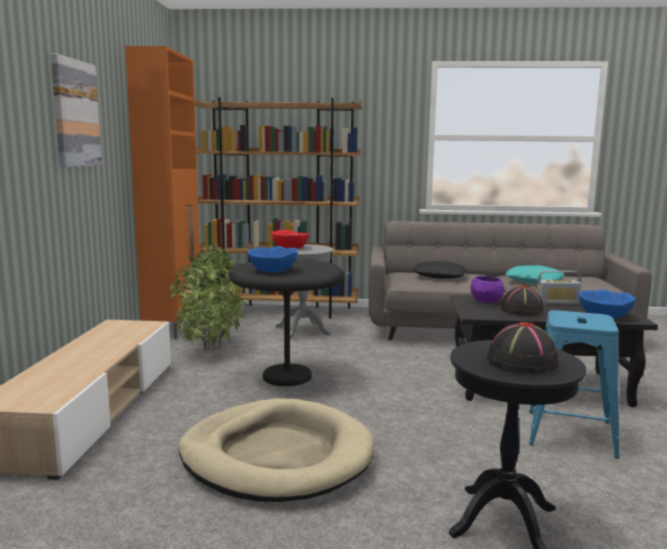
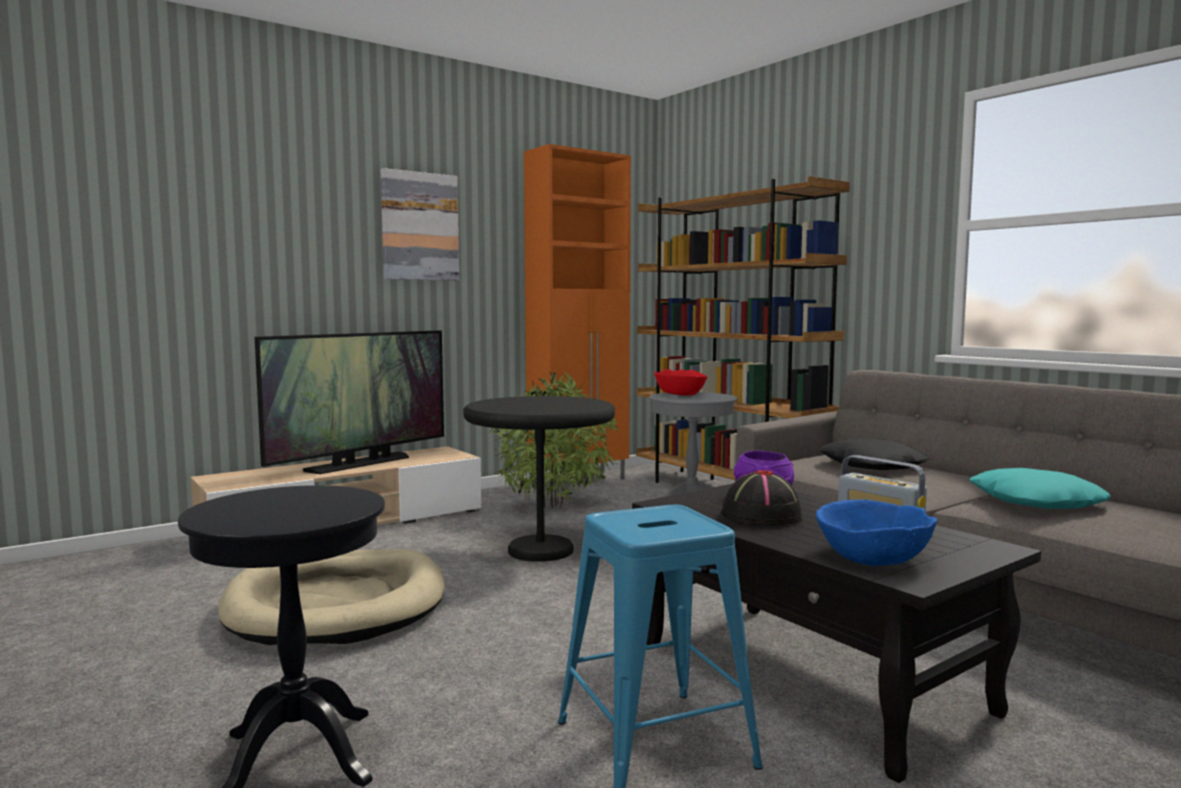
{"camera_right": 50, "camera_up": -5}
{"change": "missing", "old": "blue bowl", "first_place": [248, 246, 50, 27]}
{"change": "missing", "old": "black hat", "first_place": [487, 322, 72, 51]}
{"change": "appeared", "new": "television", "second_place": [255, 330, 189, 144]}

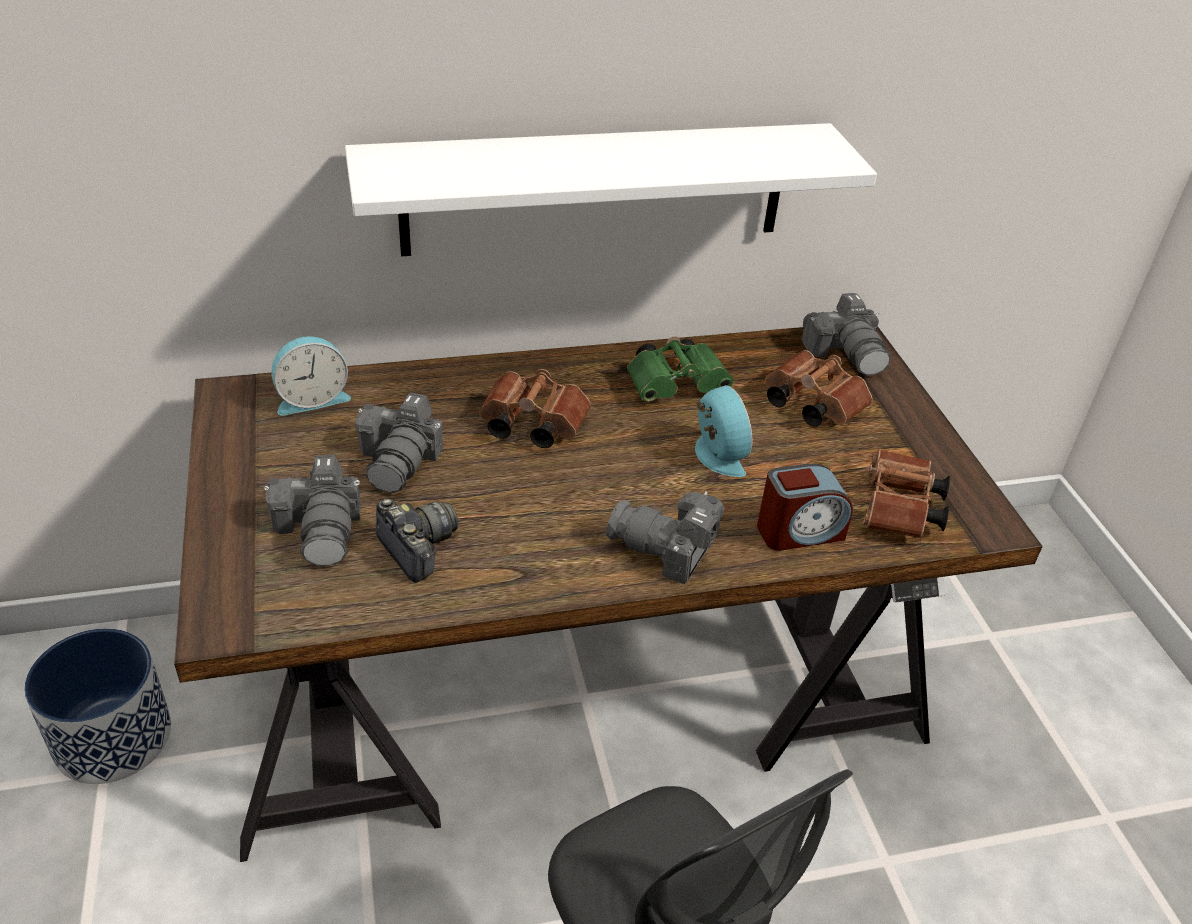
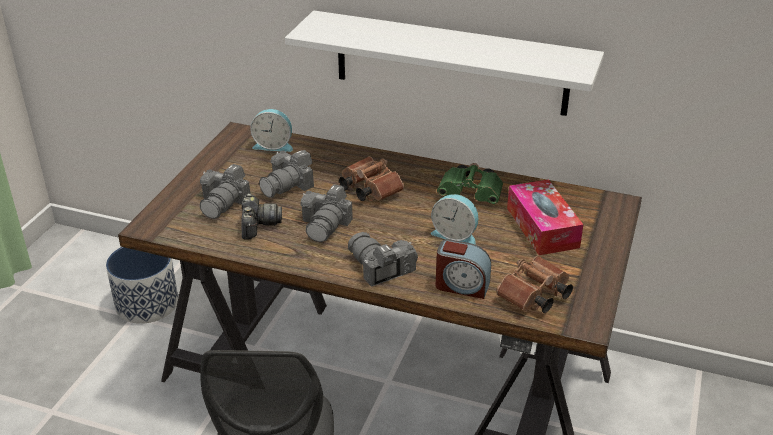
{"camera_right": 35, "camera_up": -5}
{"change": "spun", "old": "alarm clock", "first_place": [695, 385, 58, 92], "second_place": [431, 194, 47, 50], "degrees": 105}
{"change": "exchanged", "old": "brown binoculars", "new": "tissue box", "first_place": [765, 350, 107, 76], "second_place": [507, 179, 77, 76]}
{"change": "relocated", "old": "photo camera", "first_place": [802, 293, 89, 83], "second_place": [301, 184, 52, 58]}

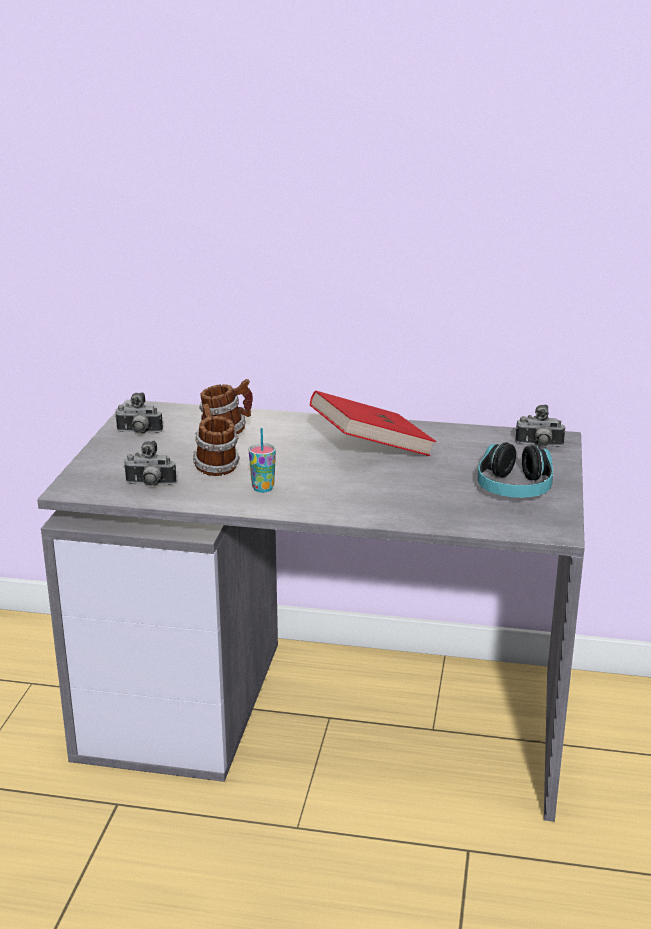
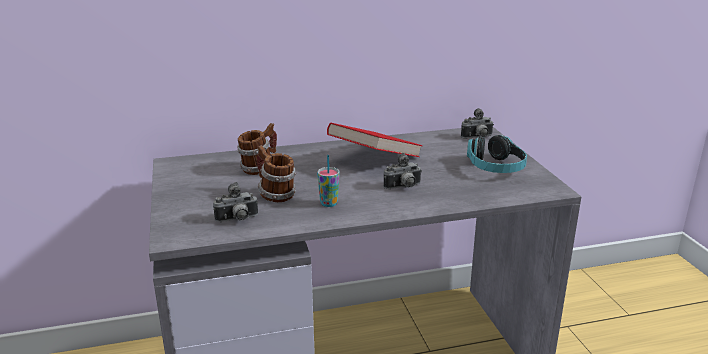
{"camera_right": -25, "camera_up": 0}
{"change": "relocated", "old": "photo camera", "first_place": [115, 392, 48, 42], "second_place": [383, 153, 38, 36]}

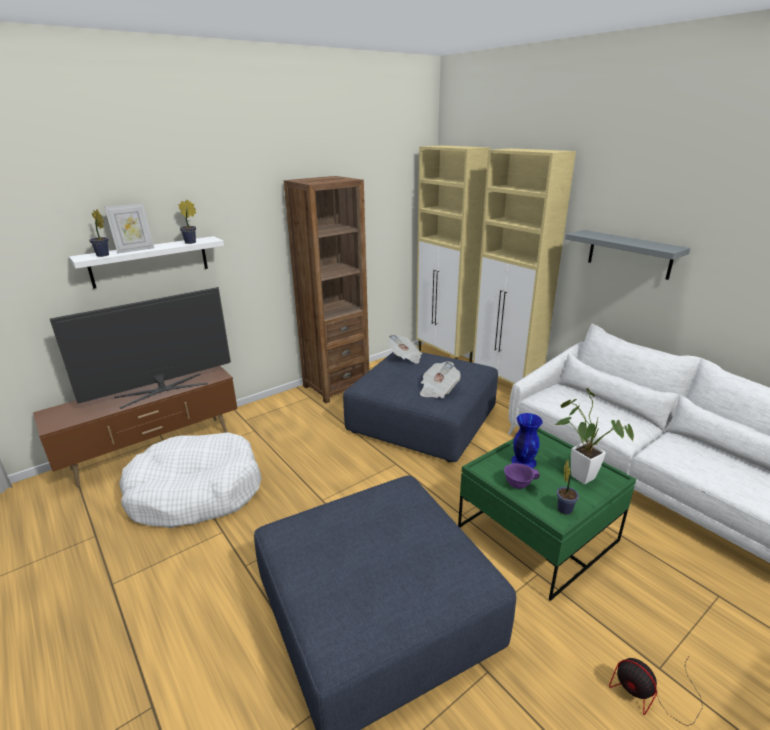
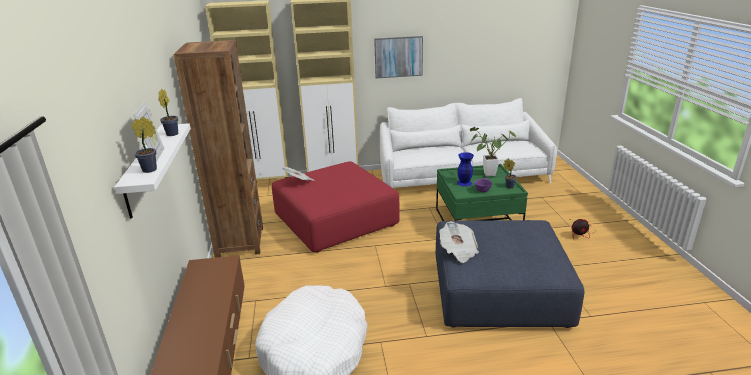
{"camera_right": -60, "camera_up": 0}
{"change": "missing", "old": "television", "first_place": [50, 287, 181, 122]}
{"change": "colour", "old": "blue ottoman", "new": "red ottoman", "first_place": [343, 352, 155, 110], "second_place": [272, 161, 128, 92]}
{"change": "relocated", "old": "newspaper", "first_place": [420, 361, 41, 37], "second_place": [439, 221, 40, 42]}
{"change": "exchanged", "old": "grey shelf", "new": "picture", "first_place": [565, 230, 126, 50], "second_place": [374, 36, 49, 42]}

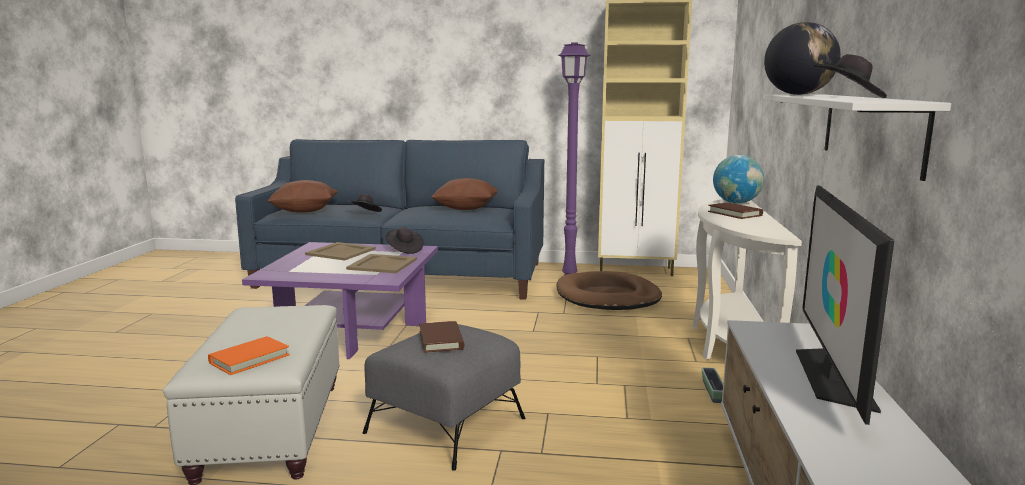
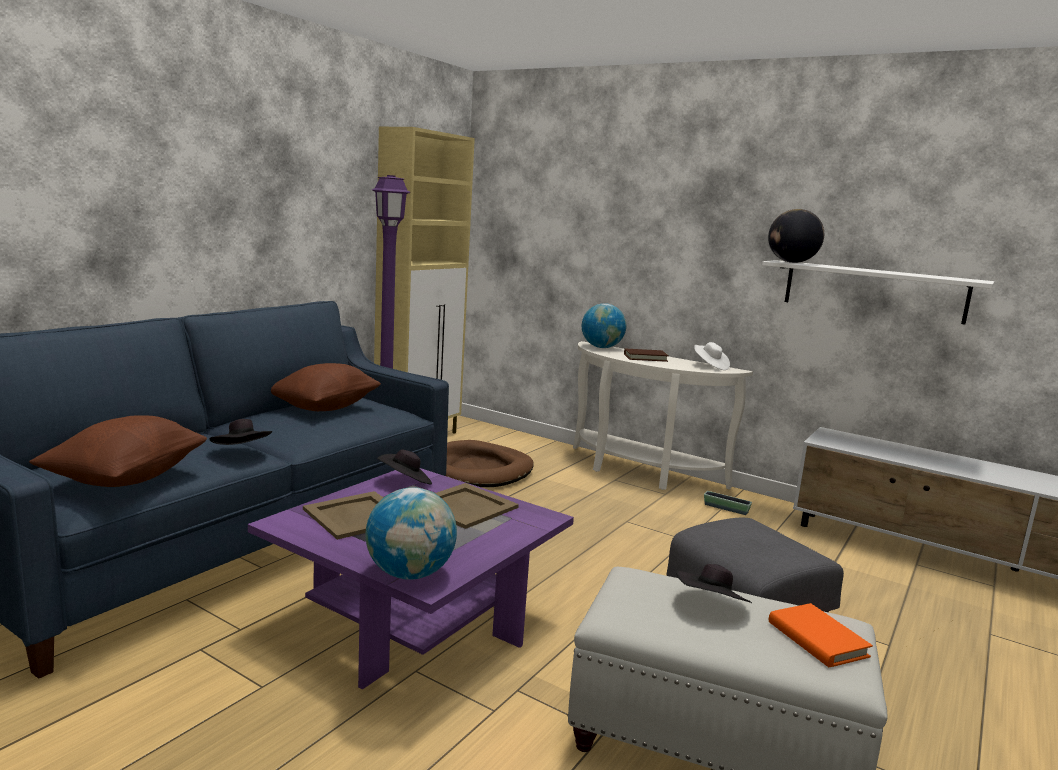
{"camera_right": -65, "camera_up": 0}
{"change": "missing", "old": "brown book", "first_place": [419, 321, 45, 32]}
{"change": "missing", "old": "television", "first_place": [796, 185, 99, 240]}
{"change": "relocated", "old": "black hat", "first_place": [814, 54, 73, 44], "second_place": [676, 564, 76, 39]}
{"change": "appeared", "new": "globe", "second_place": [365, 487, 92, 93]}
{"change": "appeared", "new": "white hat", "second_place": [694, 342, 36, 28]}

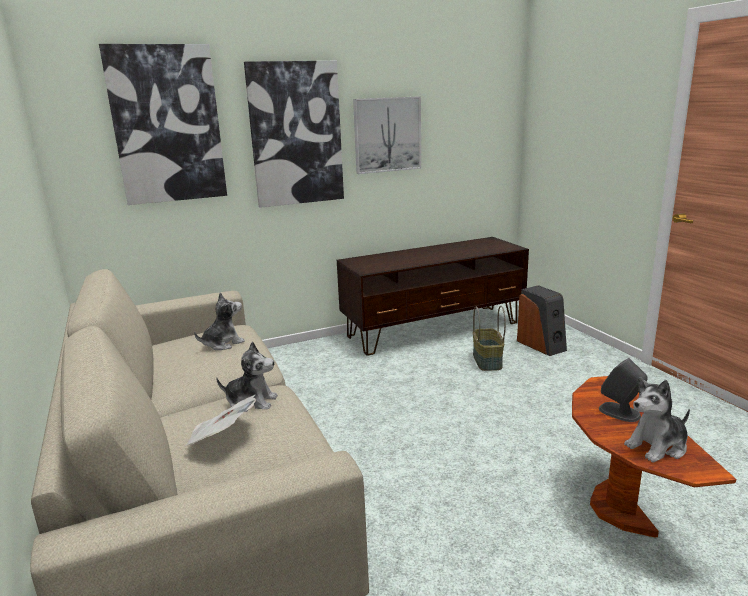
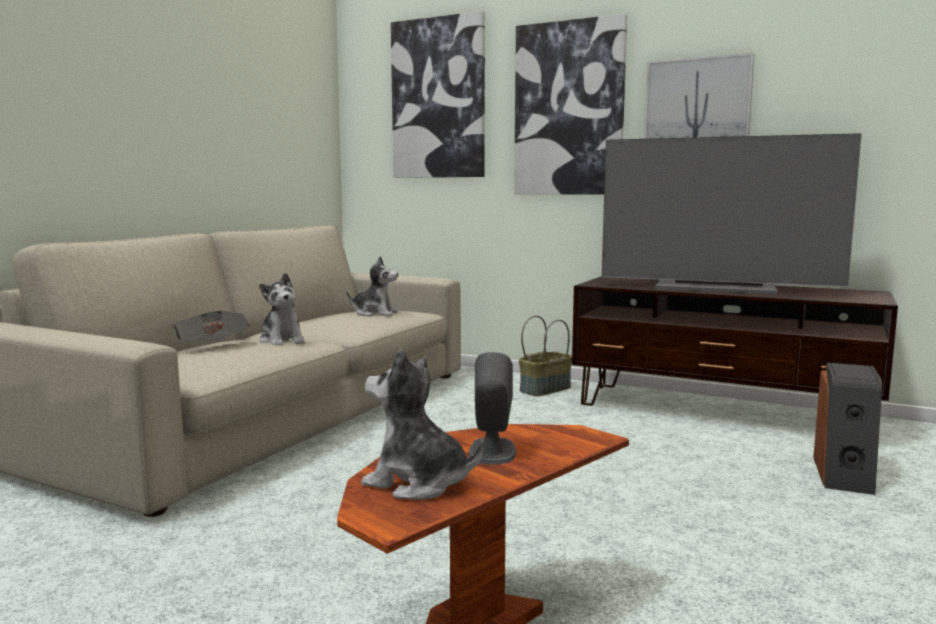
{"camera_right": 50, "camera_up": -10}
{"change": "relocated", "old": "basket", "first_place": [473, 305, 33, 66], "second_place": [519, 316, 53, 80]}
{"change": "appeared", "new": "television", "second_place": [602, 133, 260, 161]}

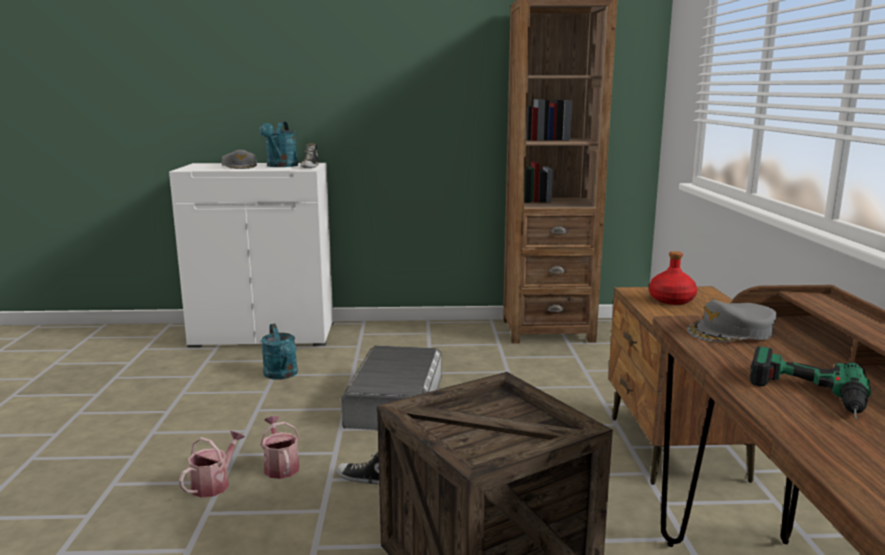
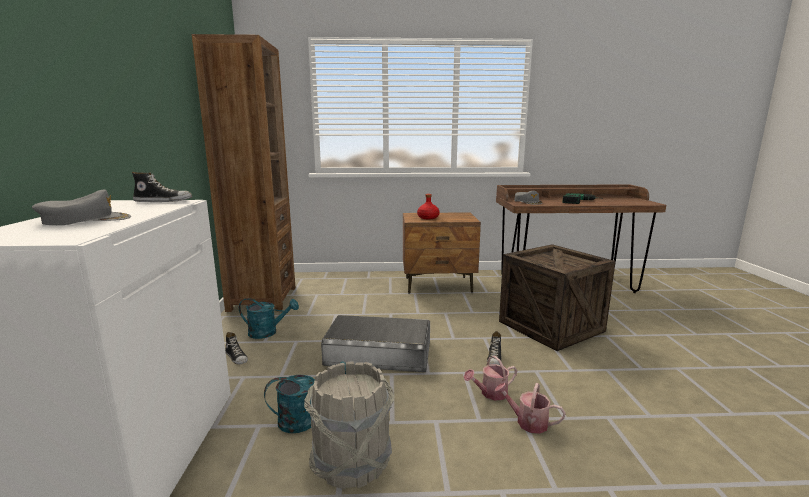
{"camera_right": -90, "camera_up": 0}
{"change": "relocated", "old": "turquoise watering can", "first_place": [259, 121, 39, 46], "second_place": [239, 298, 60, 41]}
{"change": "appeared", "new": "shoe", "second_place": [225, 332, 23, 32]}
{"change": "appeared", "new": "grey bucket", "second_place": [304, 362, 90, 127]}

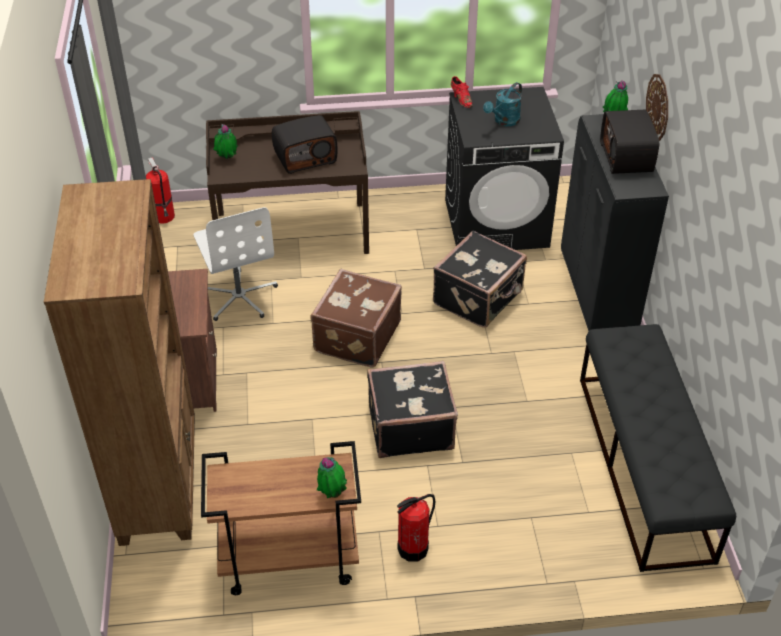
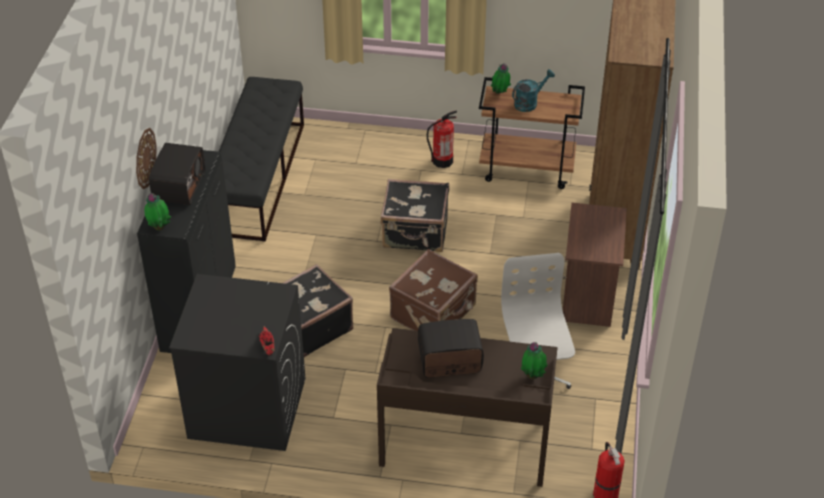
{"camera_right": -165, "camera_up": 0}
{"change": "relocated", "old": "turquoise watering can", "first_place": [483, 82, 39, 44], "second_place": [512, 69, 43, 43]}

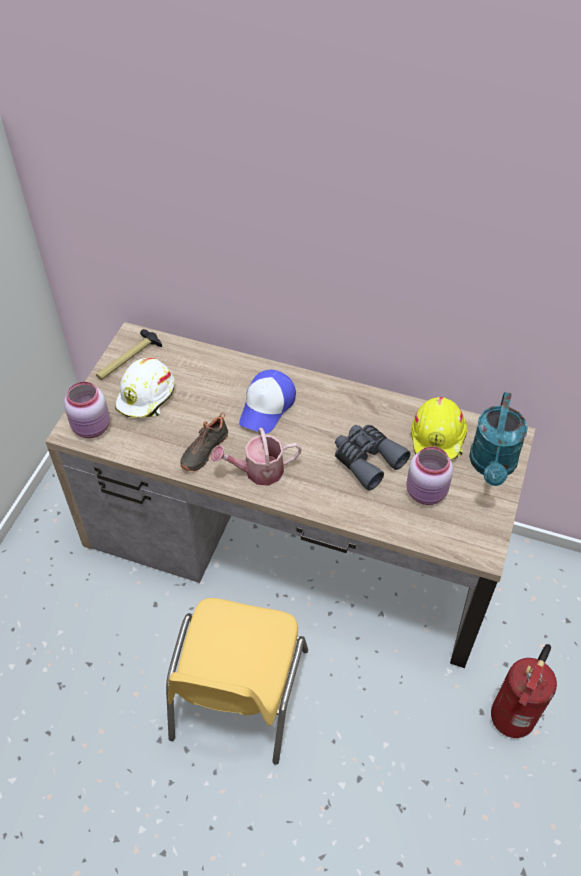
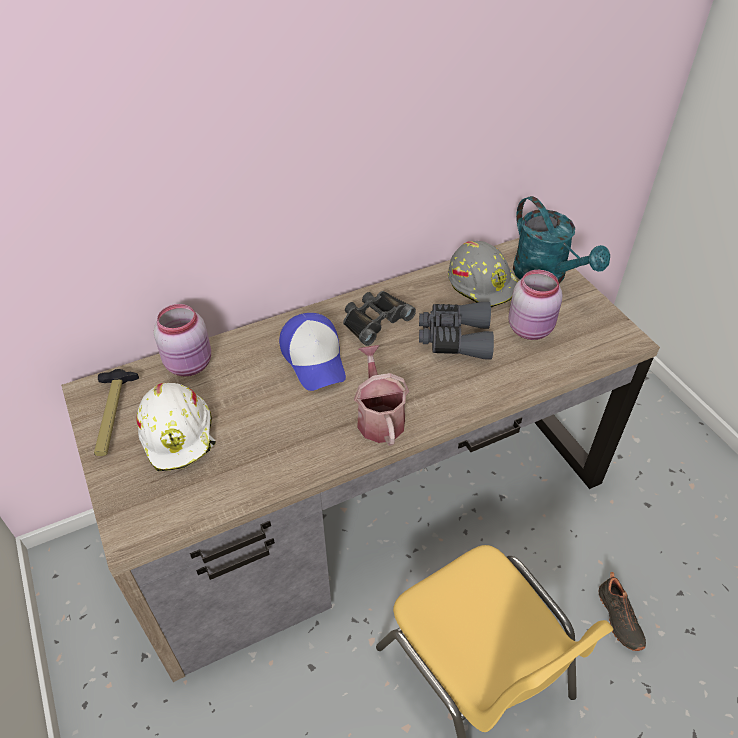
{"camera_right": -45, "camera_up": -5}
{"change": "relocated", "old": "pink jar", "first_place": [64, 382, 46, 56], "second_place": [154, 304, 57, 72]}
{"change": "relocated", "old": "black shoe", "first_place": [180, 413, 48, 58], "second_place": [599, 572, 47, 79]}
{"change": "spun", "old": "watering can", "first_place": [211, 428, 91, 58], "second_place": [354, 345, 55, 101], "degrees": 135}
{"change": "colour", "old": "yellow hard hat", "new": "grey hard hat", "first_place": [411, 397, 56, 63], "second_place": [448, 241, 70, 67]}
{"change": "missing", "old": "fire extinguisher", "first_place": [491, 644, 66, 94]}
{"change": "appeared", "new": "black binoculars", "second_place": [343, 291, 73, 55]}

